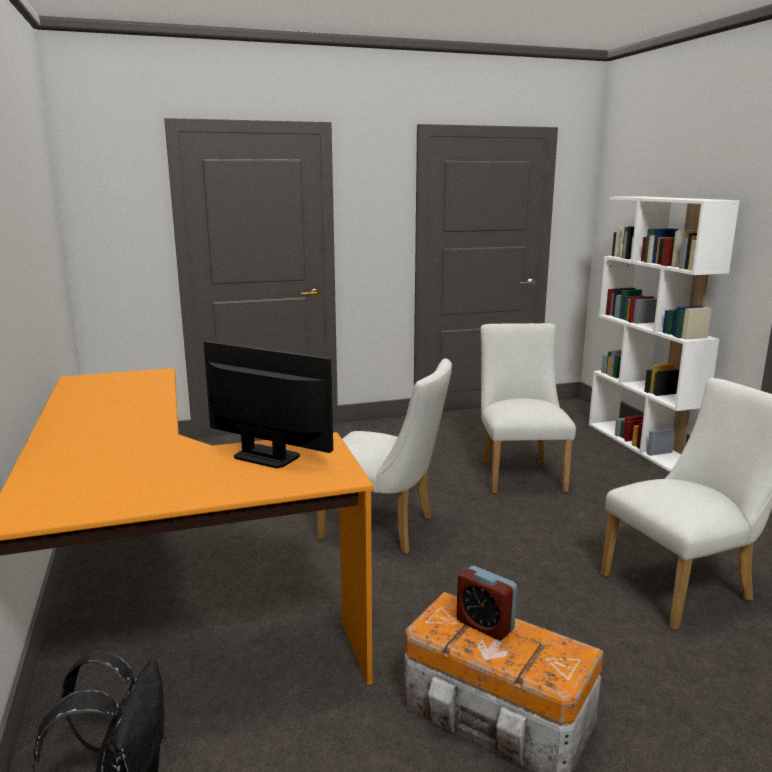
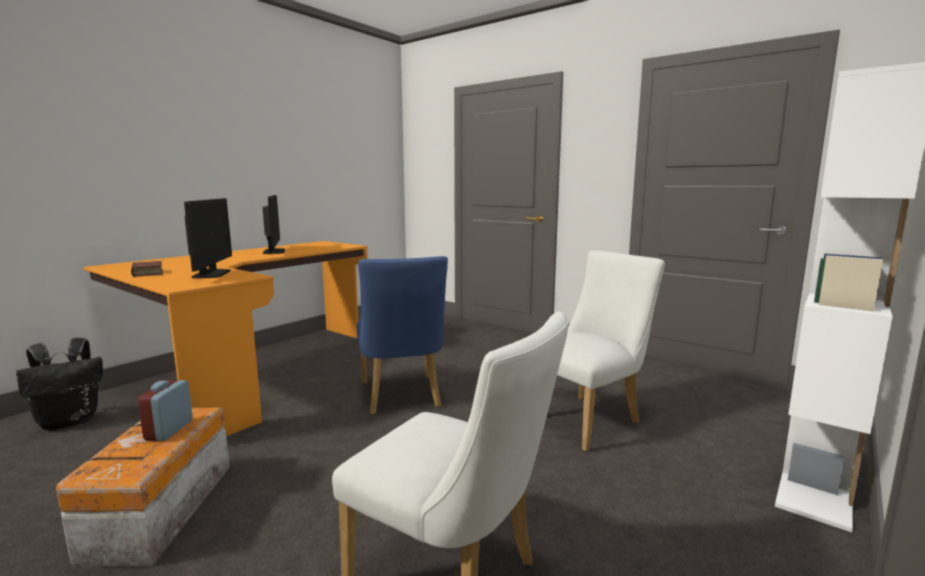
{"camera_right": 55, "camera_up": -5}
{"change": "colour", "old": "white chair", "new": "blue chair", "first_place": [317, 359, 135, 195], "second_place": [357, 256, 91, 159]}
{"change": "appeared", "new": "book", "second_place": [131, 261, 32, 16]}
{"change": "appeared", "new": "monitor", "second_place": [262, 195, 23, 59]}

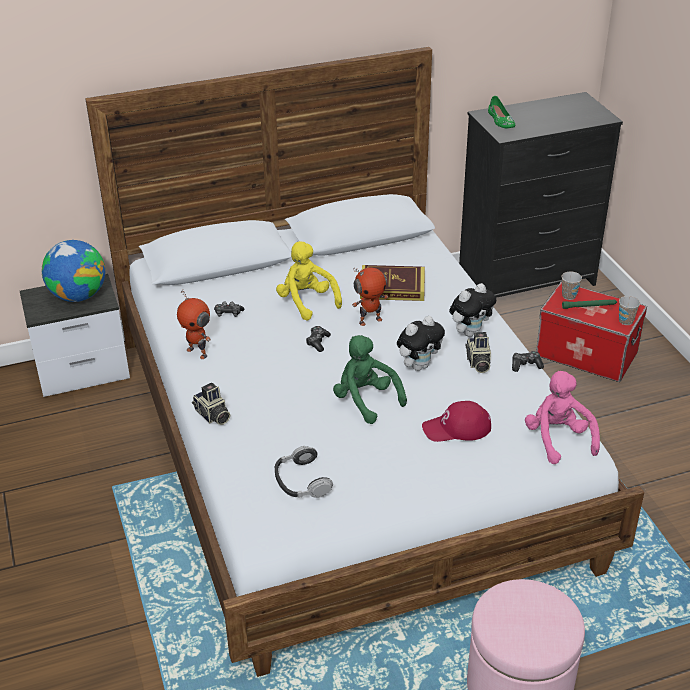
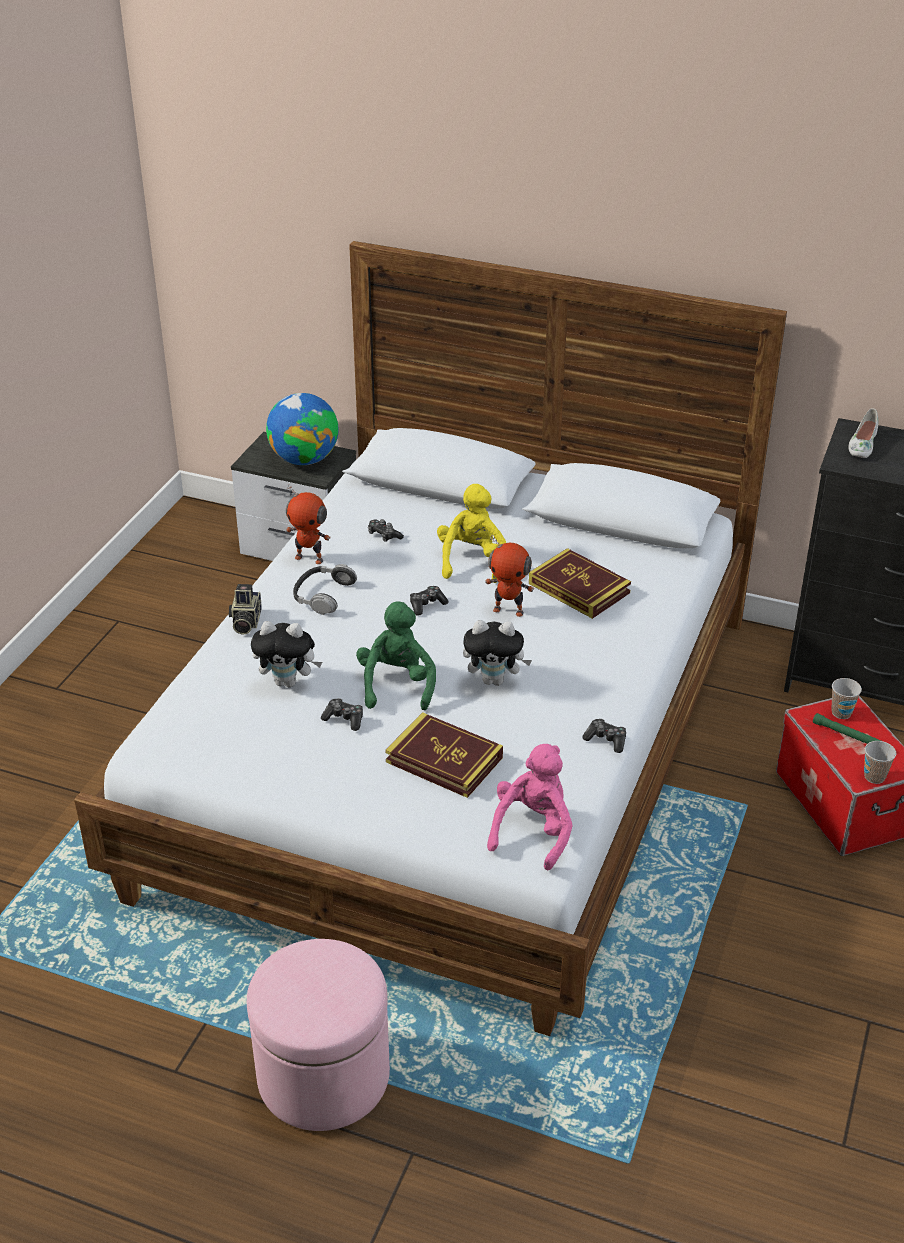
{"camera_right": 40, "camera_up": 0}
{"change": "spun", "old": "toy robot", "first_place": [177, 290, 34, 69], "second_place": [286, 484, 45, 80], "degrees": -60}
{"change": "relocated", "old": "headphones", "first_place": [275, 446, 58, 52], "second_place": [293, 564, 64, 51]}
{"change": "exchanged", "old": "red cap", "new": "book", "first_place": [422, 401, 69, 41], "second_place": [385, 712, 118, 86]}
{"change": "relocated", "old": "plush toy", "first_place": [449, 283, 47, 54], "second_place": [251, 621, 71, 66]}
{"change": "missing", "old": "photo camera", "first_place": [465, 332, 26, 41]}
{"change": "colour", "old": "green shoe", "new": "white shoe", "first_place": [488, 96, 27, 32], "second_place": [849, 408, 30, 50]}
{"change": "appeared", "new": "game controller", "second_place": [321, 698, 42, 33]}

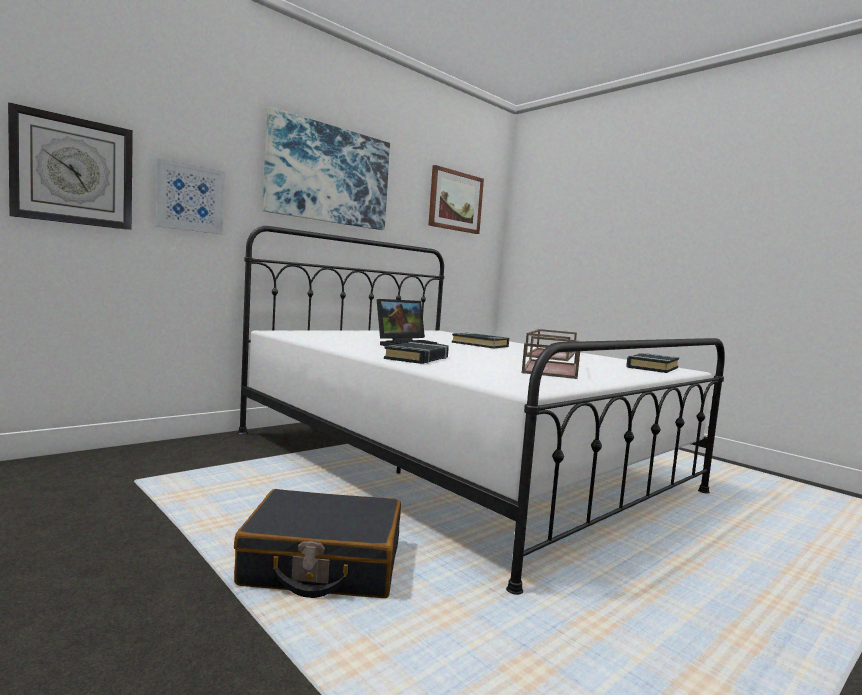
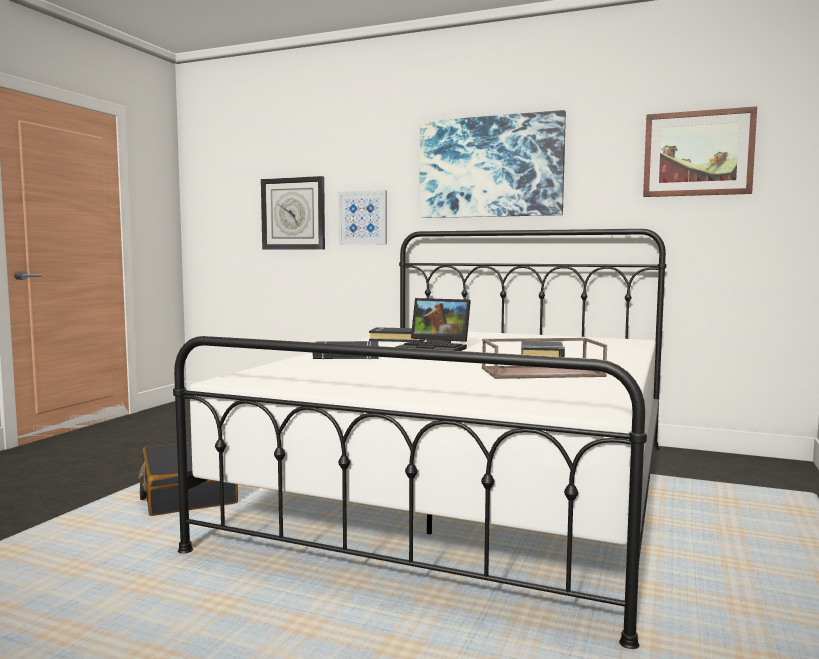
{"camera_right": 65, "camera_up": 0}
{"change": "missing", "old": "brown tray", "first_place": [522, 336, 58, 43]}
{"change": "relocated", "old": "black book", "first_place": [626, 353, 53, 20], "second_place": [369, 327, 57, 15]}

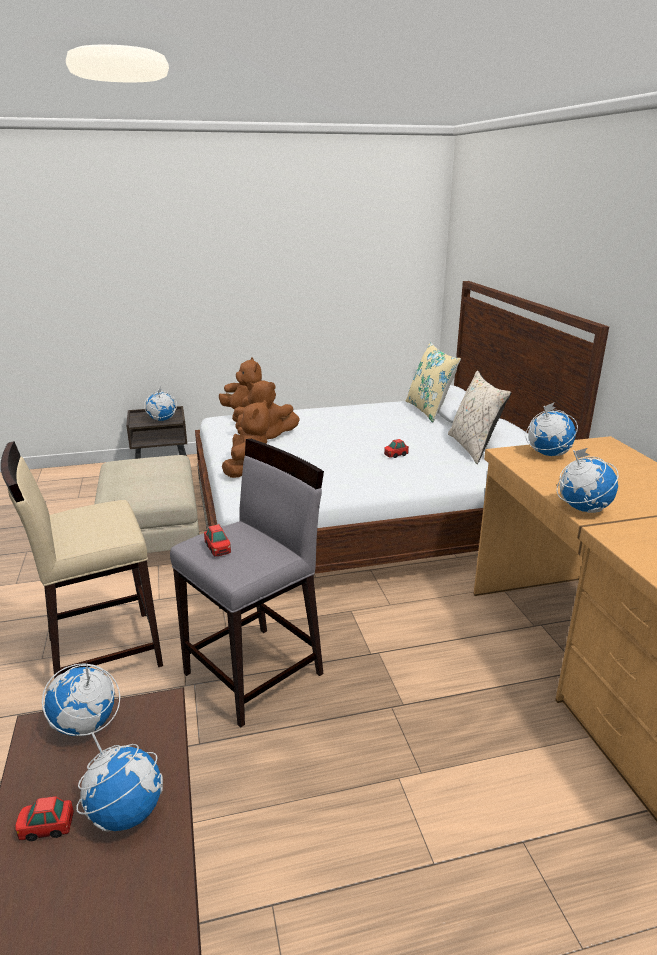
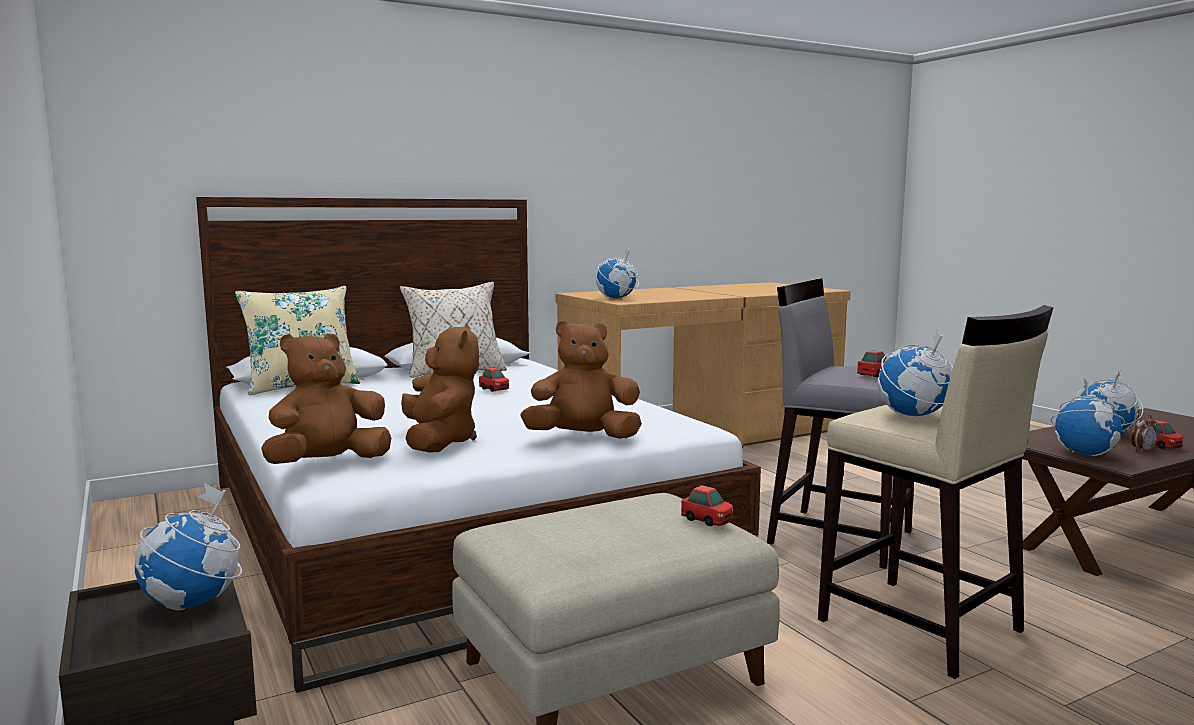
{"camera_right": -105, "camera_up": -15}
{"change": "relocated", "old": "globe", "first_place": [556, 448, 63, 65], "second_place": [877, 329, 76, 87]}
{"change": "appeared", "new": "toy car", "second_place": [681, 485, 52, 41]}
{"change": "appeared", "new": "alarm clock", "second_place": [1131, 415, 26, 37]}

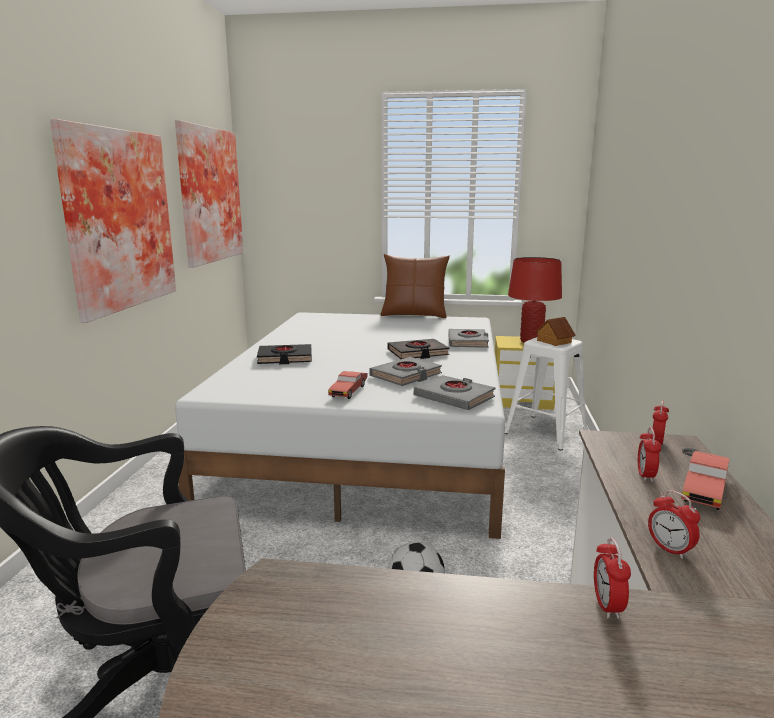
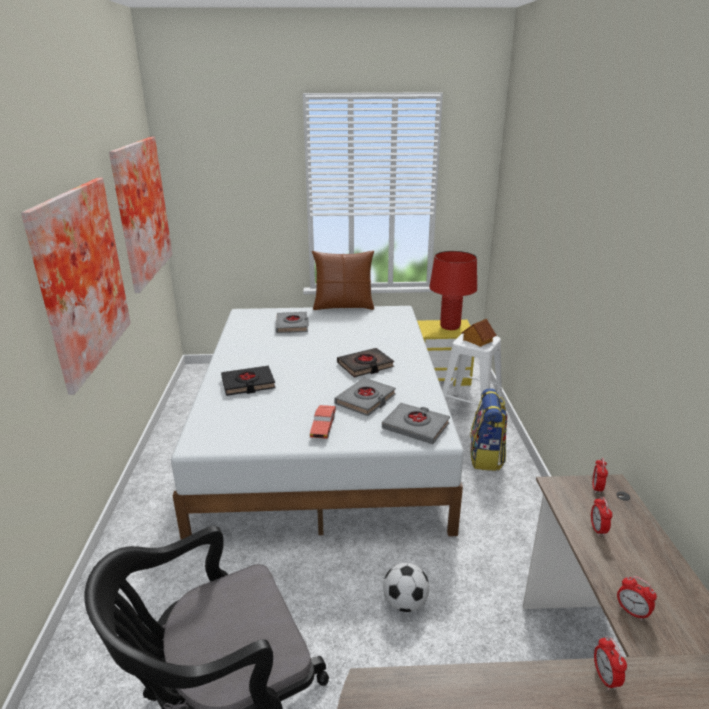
{"camera_right": -10, "camera_up": 10}
{"change": "relocated", "old": "grey book", "first_place": [448, 329, 41, 19], "second_place": [276, 312, 33, 21]}
{"change": "missing", "old": "red toy car", "first_place": [681, 451, 49, 59]}
{"change": "appeared", "new": "backpack", "second_place": [470, 388, 37, 83]}

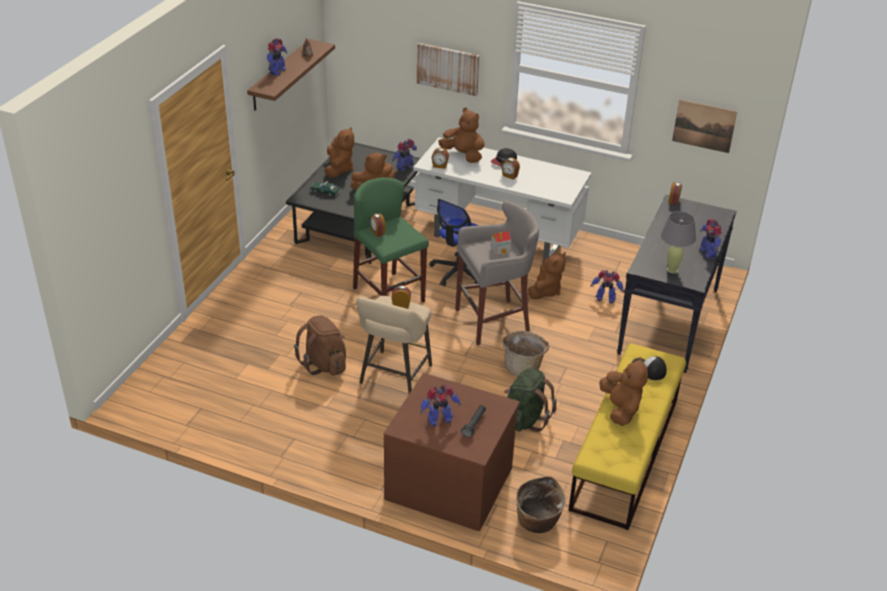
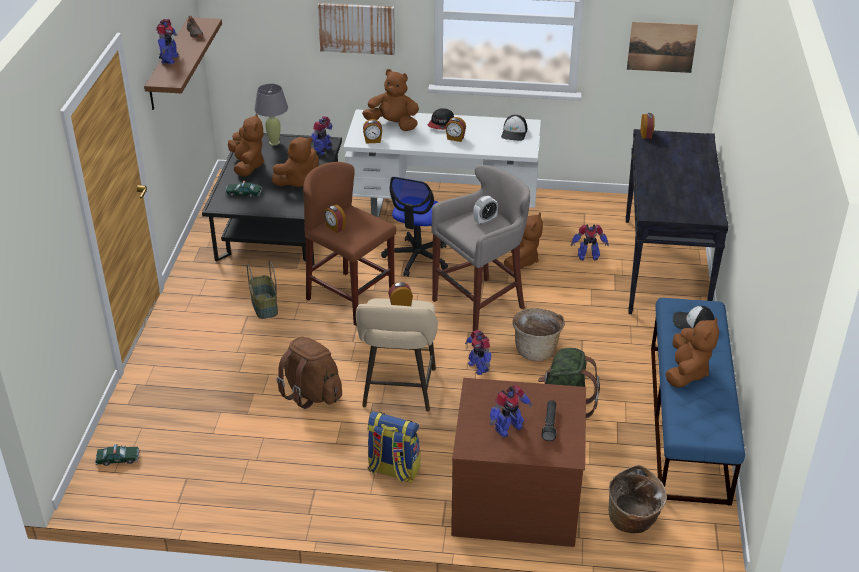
{"camera_right": -15, "camera_up": 0}
{"change": "colour", "old": "green stool", "new": "brown stool", "first_place": [353, 178, 76, 125], "second_place": [303, 162, 93, 164]}
{"change": "exchanged", "old": "toy house", "new": "alarm clock", "first_place": [491, 231, 20, 24], "second_place": [473, 196, 25, 29]}
{"change": "colour", "old": "yellow bench", "new": "blue bench", "first_place": [568, 343, 118, 187], "second_place": [651, 298, 94, 208]}
{"change": "spun", "old": "brown plush toy", "first_place": [599, 357, 49, 69], "second_place": [666, 317, 53, 71], "degrees": 45}
{"change": "relocated", "old": "grey table lamp", "first_place": [661, 211, 35, 62], "second_place": [254, 83, 34, 62]}
{"change": "relocated", "old": "toy robot", "first_place": [699, 219, 23, 40], "second_place": [465, 330, 26, 45]}
{"change": "appeared", "new": "toy car", "second_place": [95, 444, 44, 22]}
{"change": "appeared", "new": "basket", "second_place": [247, 260, 31, 59]}
{"change": "appeared", "new": "backpack", "second_place": [367, 411, 53, 72]}
{"change": "appeared", "new": "cap", "second_place": [501, 115, 26, 26]}

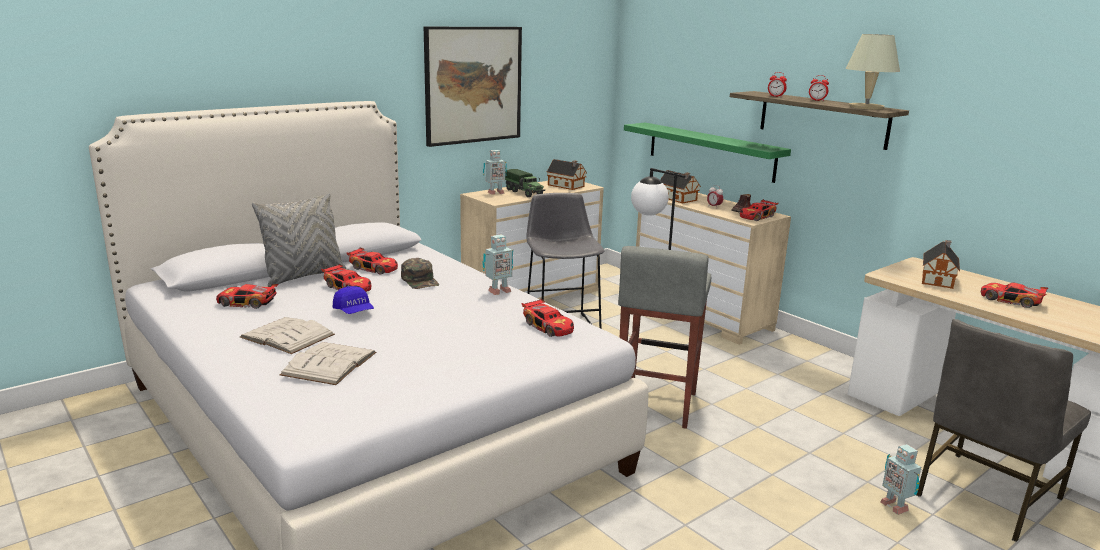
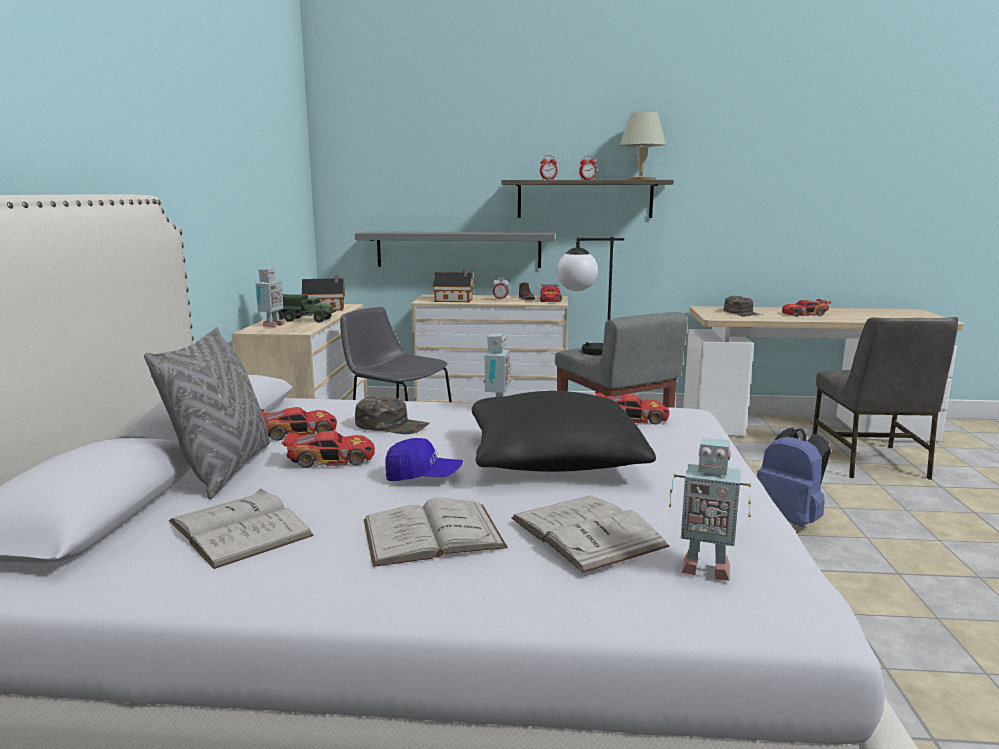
{"camera_right": -45, "camera_up": -5}
{"change": "exchanged", "old": "toy car", "new": "white book", "first_place": [216, 284, 62, 25], "second_place": [169, 488, 145, 81]}
{"change": "missing", "old": "picture", "first_place": [424, 27, 98, 120]}
{"change": "colour", "old": "green shelf", "new": "grey shelf", "first_place": [624, 123, 167, 60], "second_place": [355, 231, 200, 37]}
{"change": "relocated", "old": "toy robot", "first_place": [880, 444, 41, 71], "second_place": [669, 438, 82, 143]}
{"change": "exchanged", "old": "toy house", "new": "green cap", "first_place": [922, 240, 38, 49], "second_place": [724, 296, 38, 20]}
{"change": "appeared", "new": "black pillow", "second_place": [472, 391, 184, 81]}
{"change": "appeared", "new": "blue backpack", "second_place": [757, 428, 74, 99]}

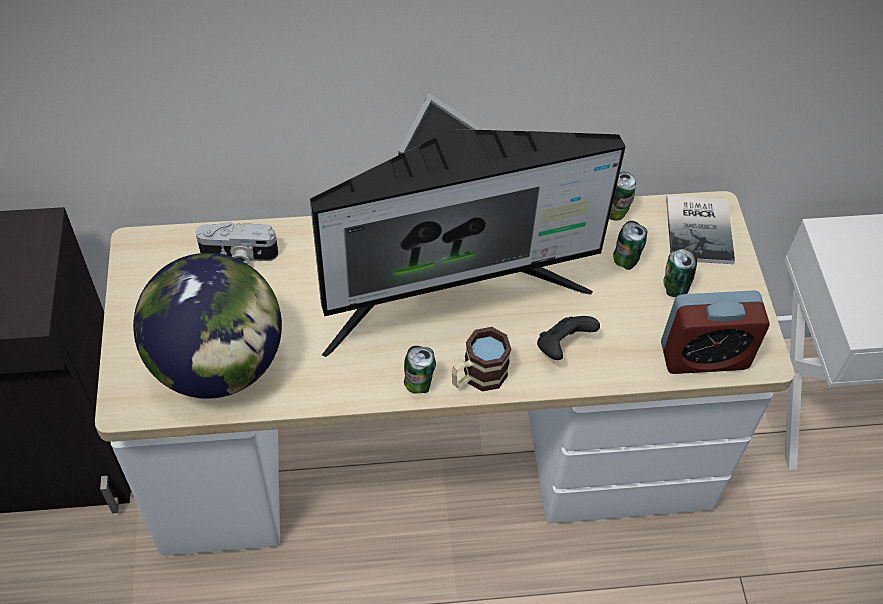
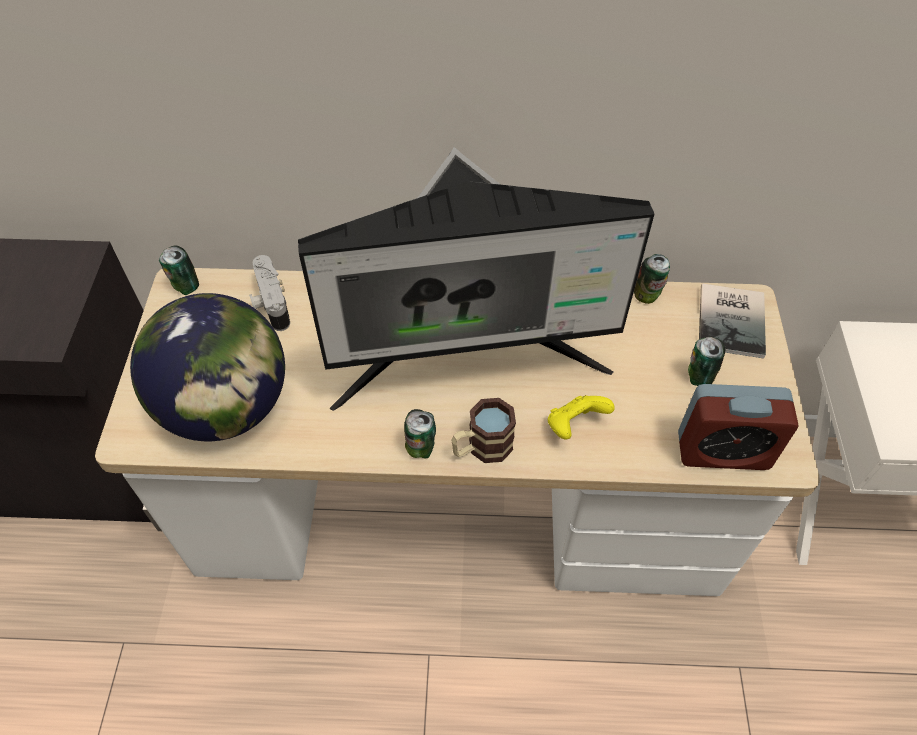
{"camera_right": 10, "camera_up": 0}
{"change": "spun", "old": "photo camera", "first_place": [196, 222, 82, 43], "second_place": [249, 255, 41, 76], "degrees": 60}
{"change": "colour", "old": "black game controller", "new": "yellow game controller", "first_place": [537, 316, 63, 44], "second_place": [548, 395, 67, 45]}
{"change": "relocated", "old": "can", "first_place": [613, 221, 35, 49], "second_place": [159, 245, 40, 50]}

